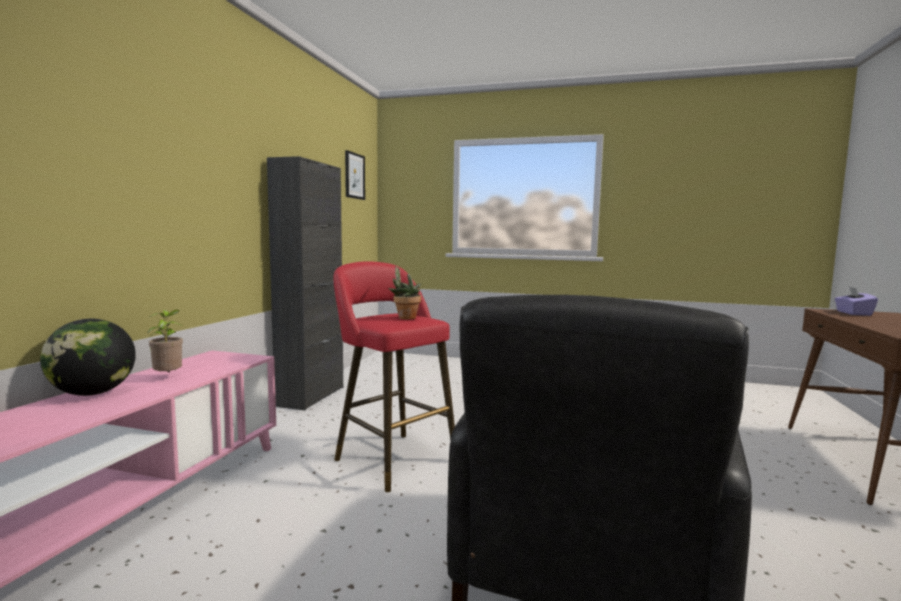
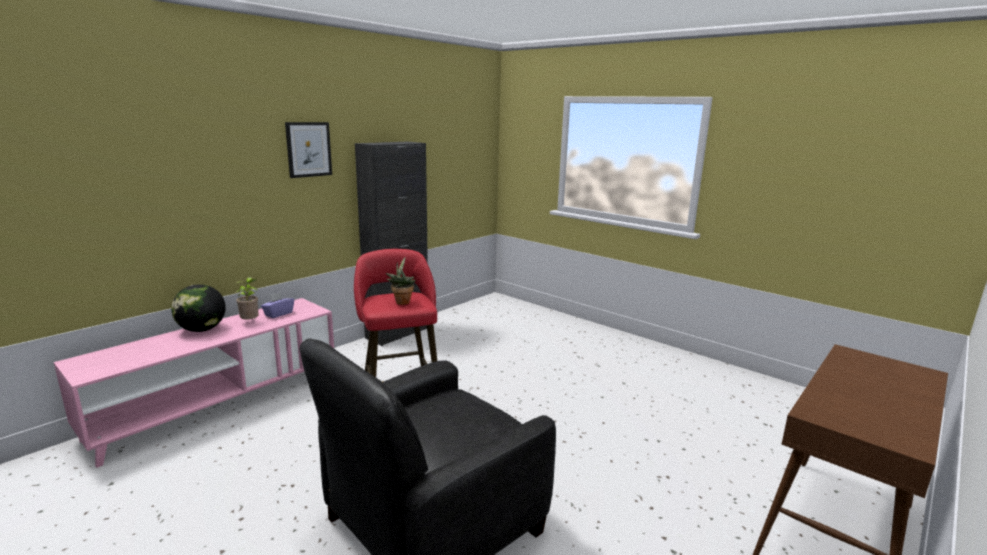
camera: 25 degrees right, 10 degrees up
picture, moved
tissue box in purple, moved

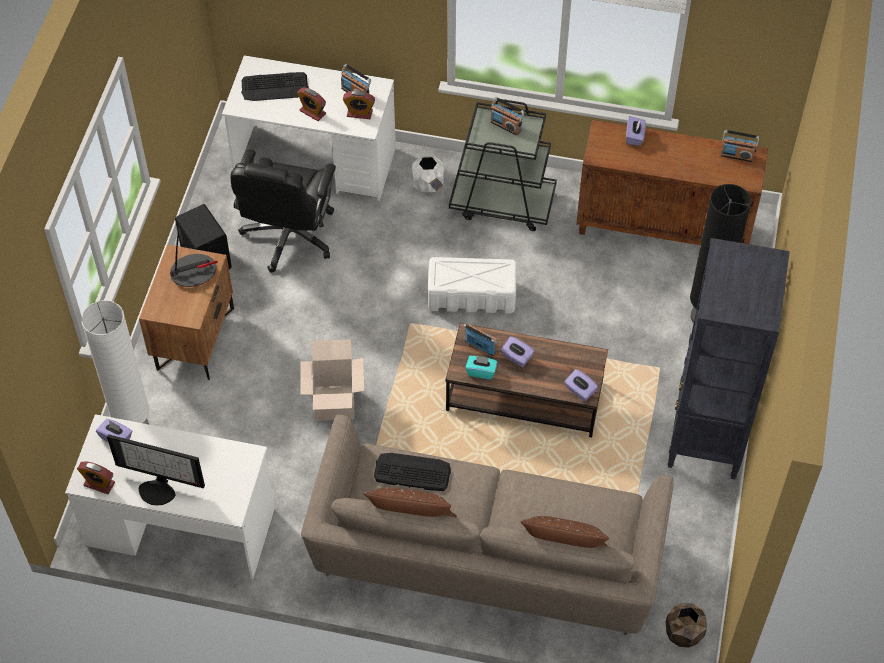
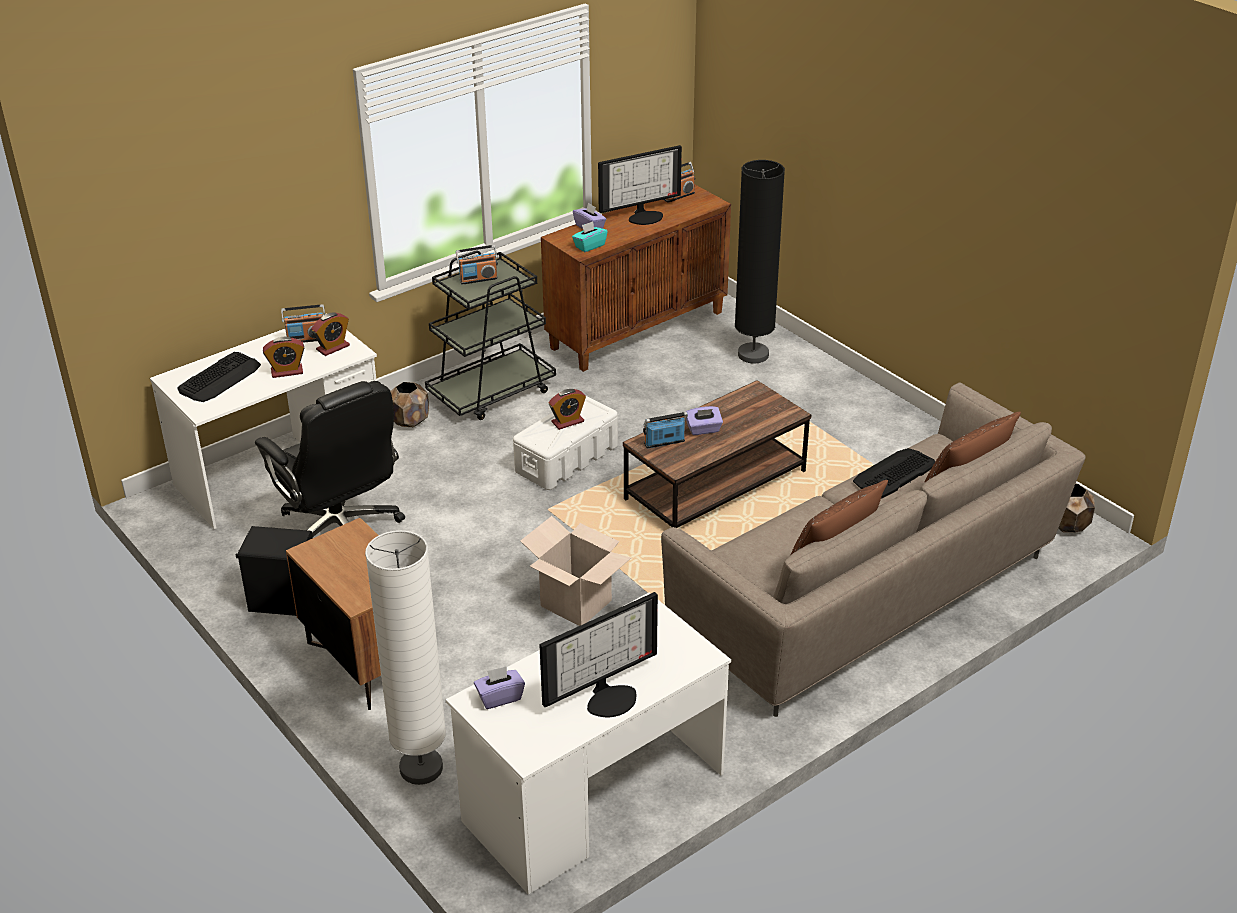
camera: 50 degrees left, 20 degrees down
alarm clock (1st from left in the first image) → alarm clock (3rd from left), moved
table lamp → -
keyboard (2nd from left), moved
planter in white → planter in brown (1st from left)
tissue box in turquoise, moved
tissue box in purple (3rd from left) → -
bookcase in black → -
- → monitor (2nd from left)

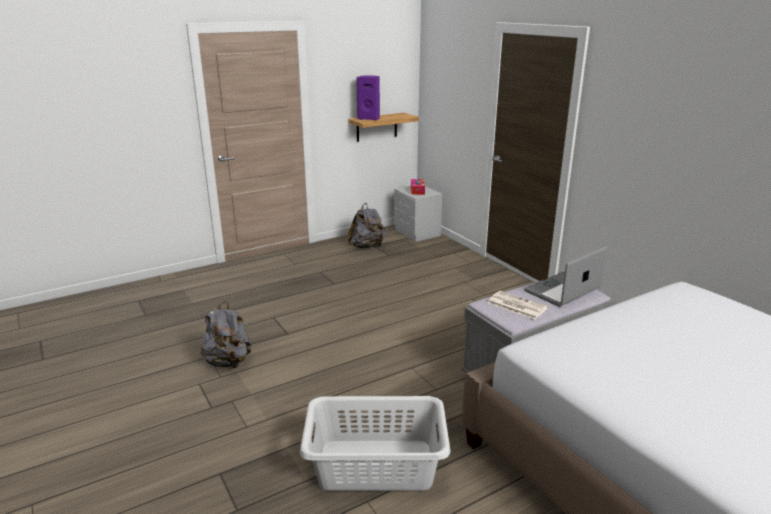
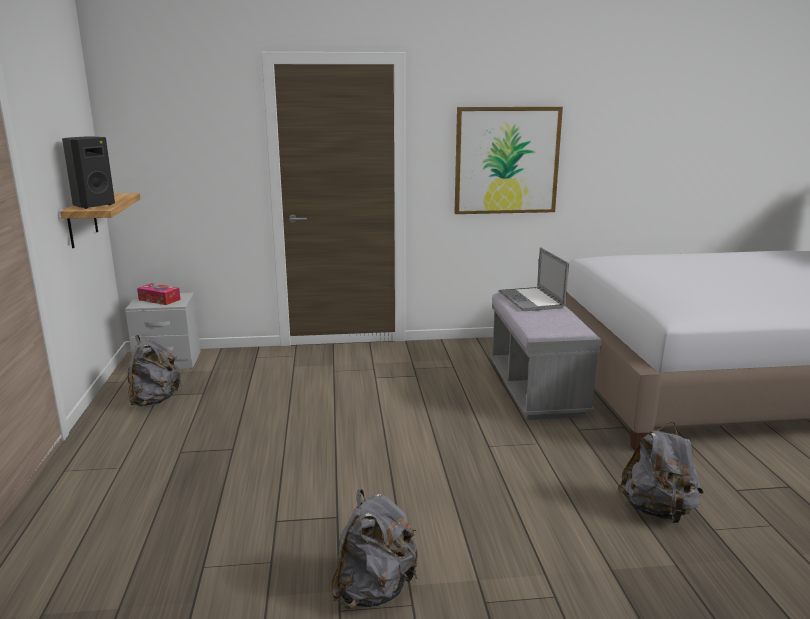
camera: 65 degrees left, 5 degrees down
laundry basket in grey → backpack in grey (3rd from left)
speaker in purple → speaker in black
newspaper → -
- → picture

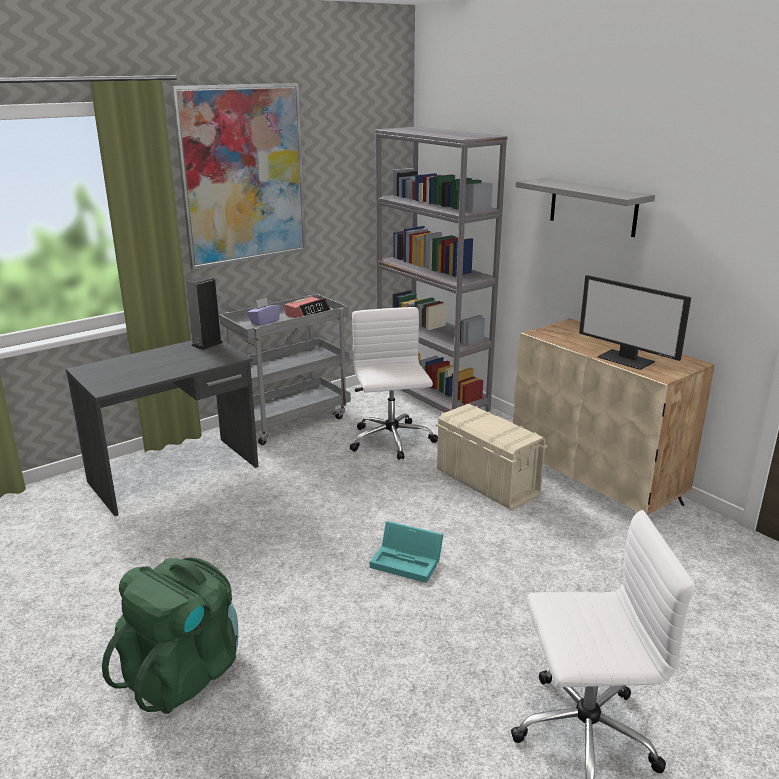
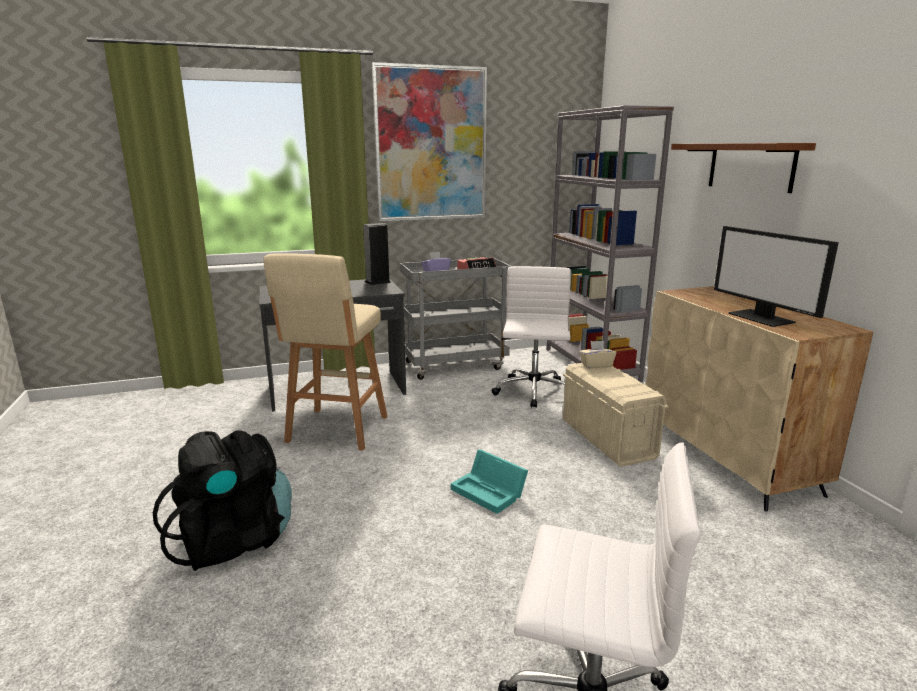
camera: 20 degrees right, 5 degrees down
backpack in green → backpack in black
shelf in grey → shelf in brown
- → stool in beige
- → tissue box in beige

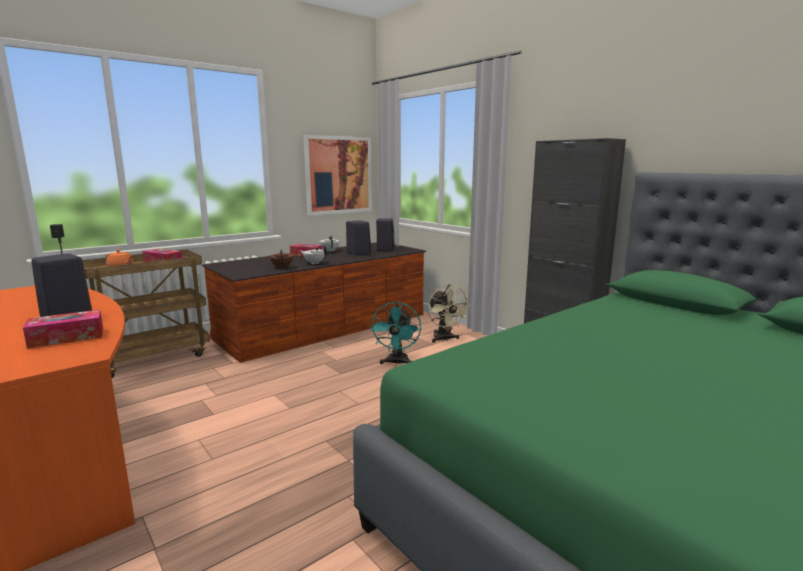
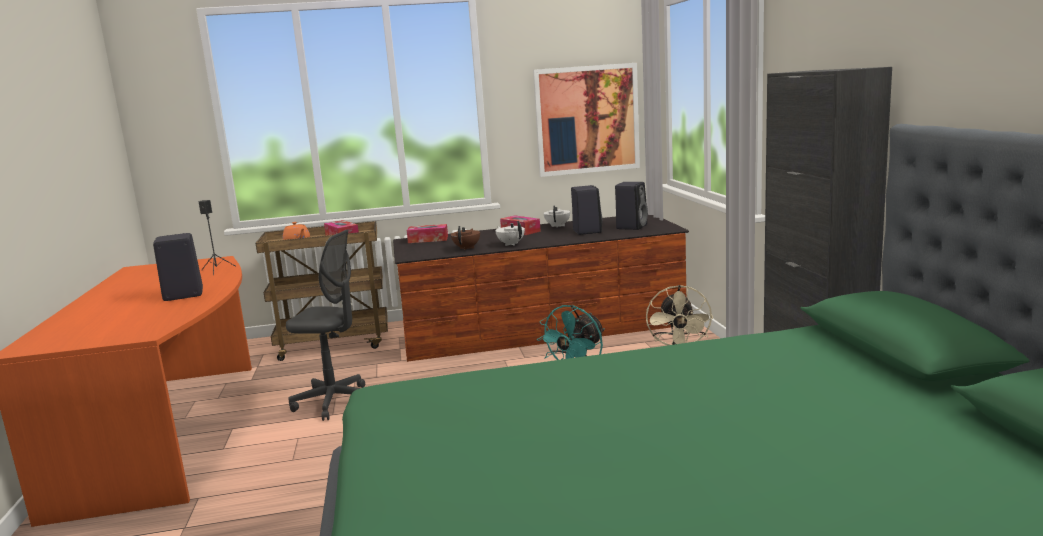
camera: 30 degrees right, 0 degrees up
tissue box (1st from left in the first image) → tissue box (2nd from left), moved
- → office chair in grey

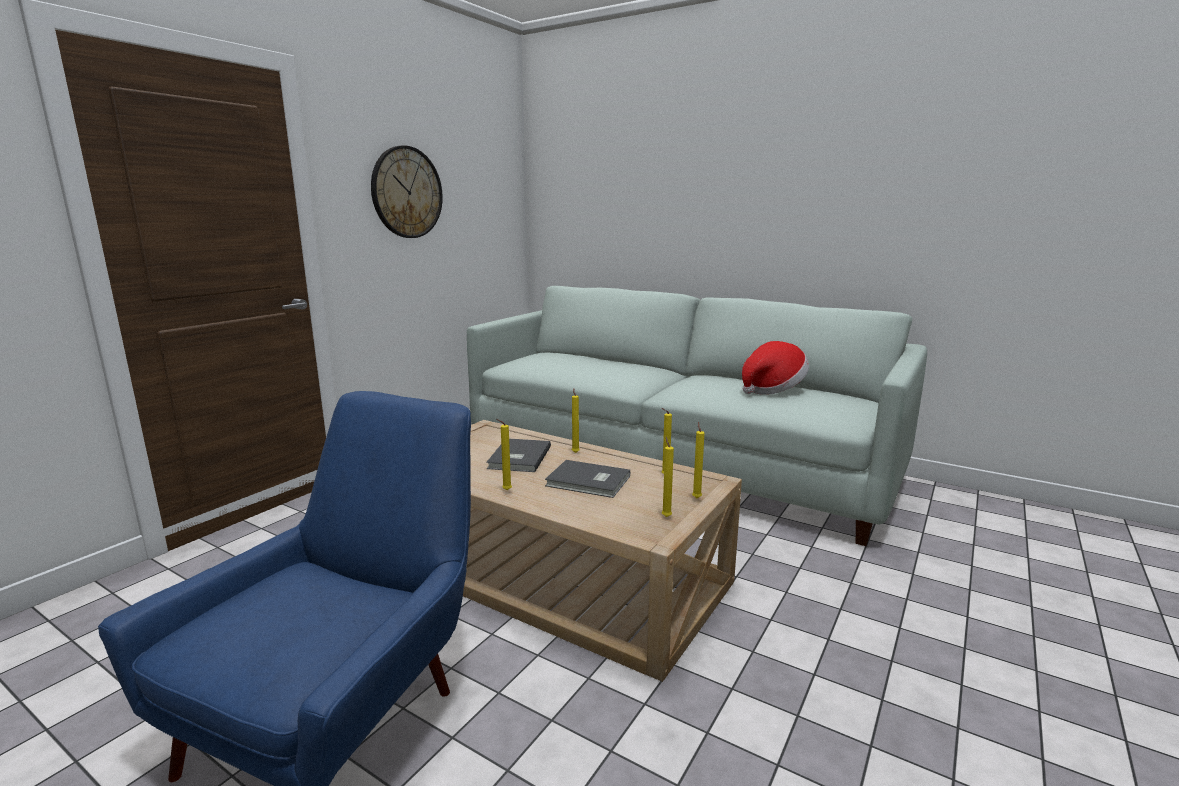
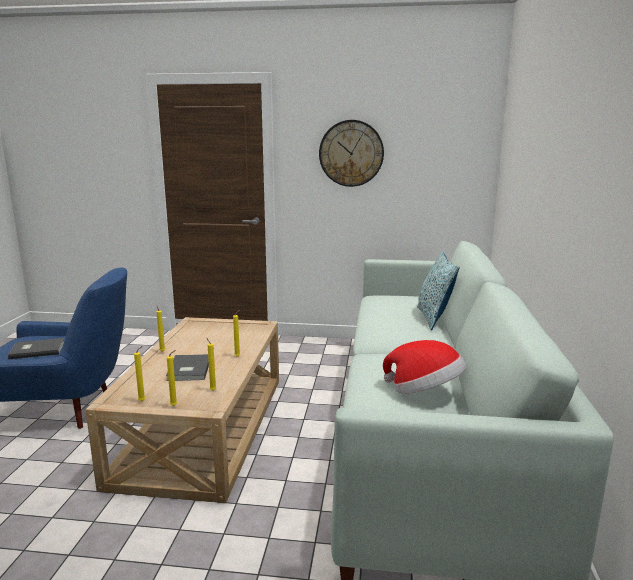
camera: 65 degrees right, 0 degrees up
book in grey (1st from left), moved
- → pillow

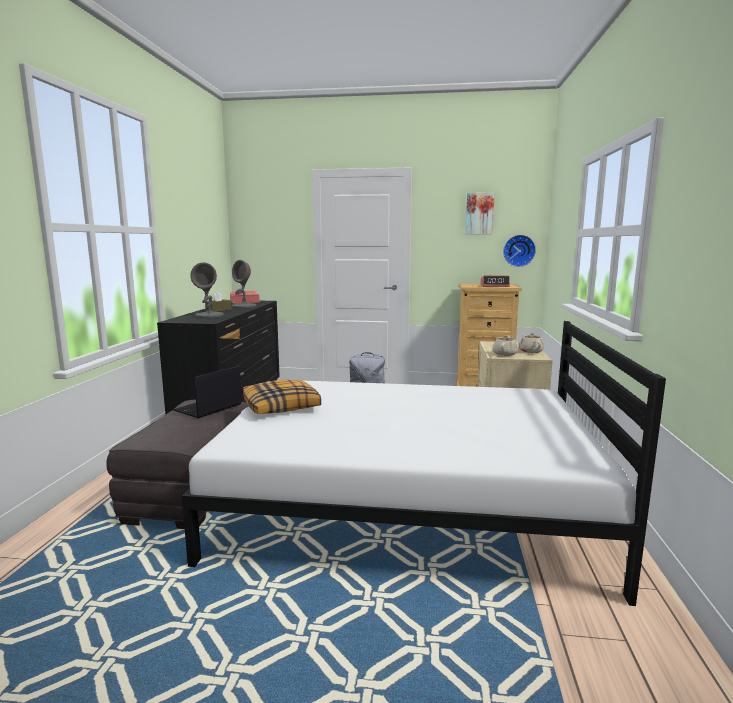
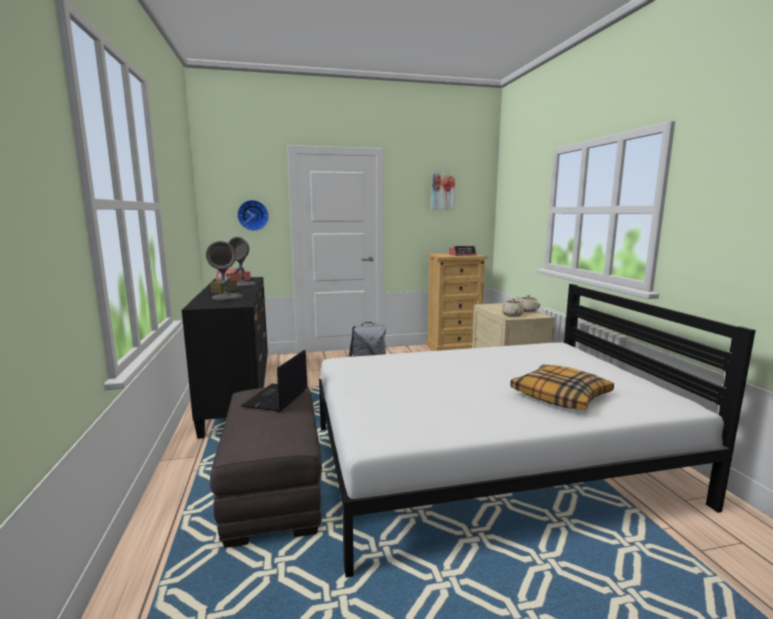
camera: 20 degrees left, 0 degrees up
pillow, moved
wall clock, moved

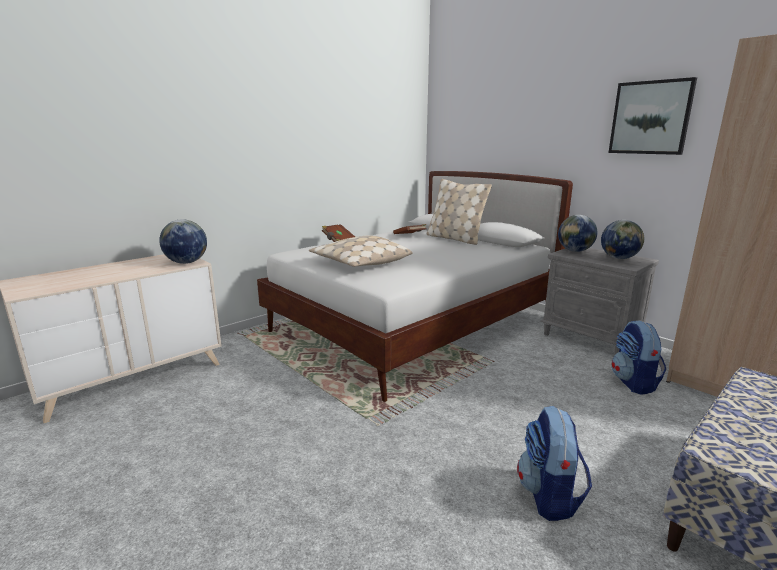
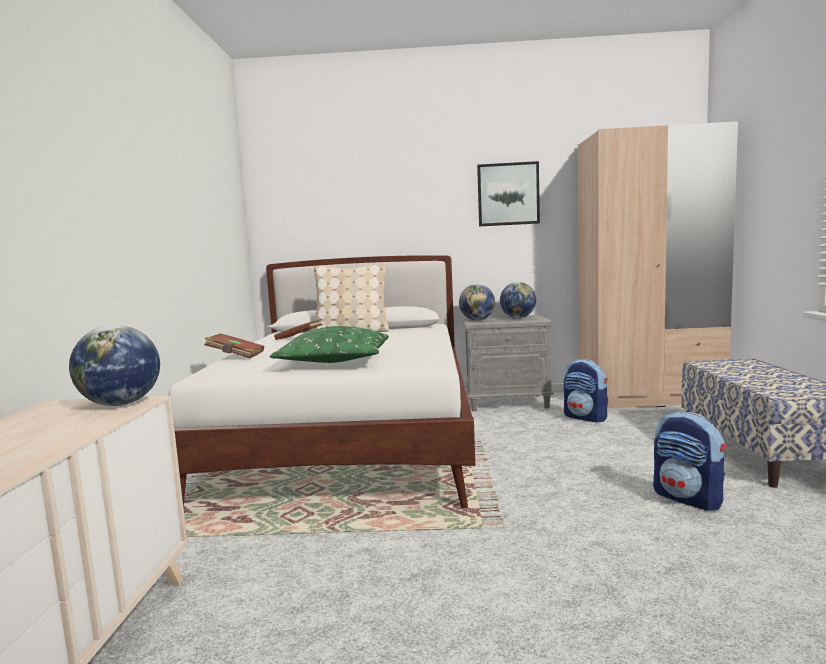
camera: 45 degrees left, 10 degrees down
pillow in beige (1st from left) → pillow in green

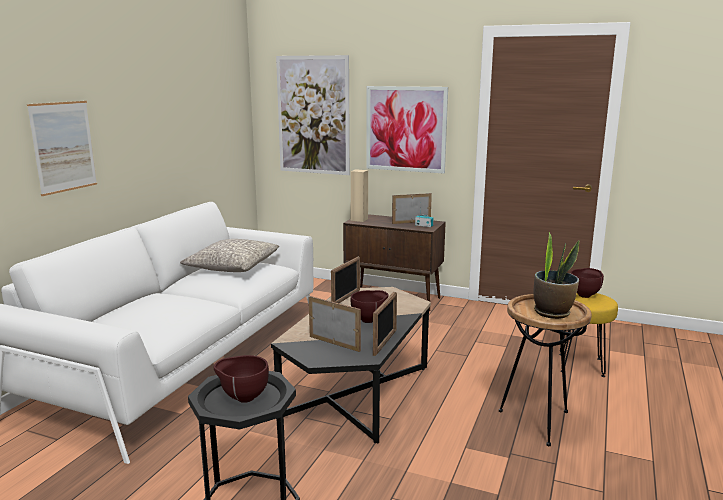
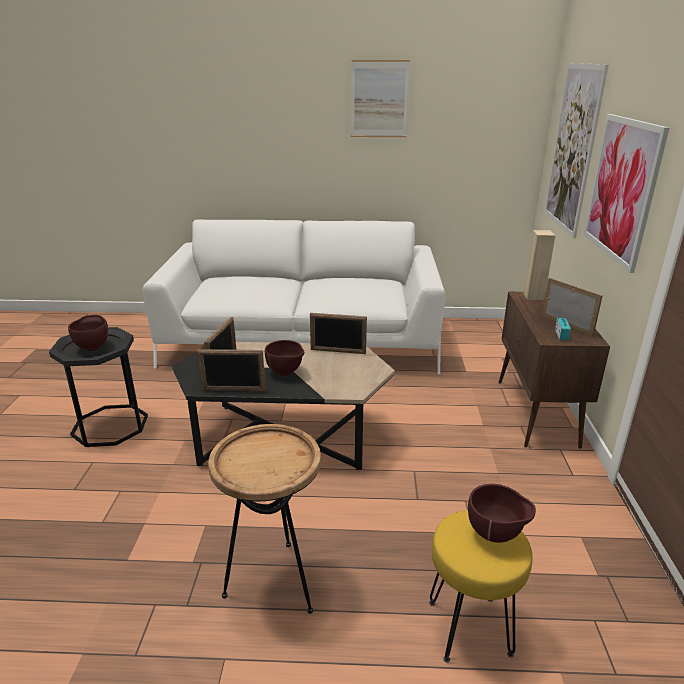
camera: 70 degrees right, 10 degrees up
picture (1st from left), moved
pillow in grey → -
potted plant → -

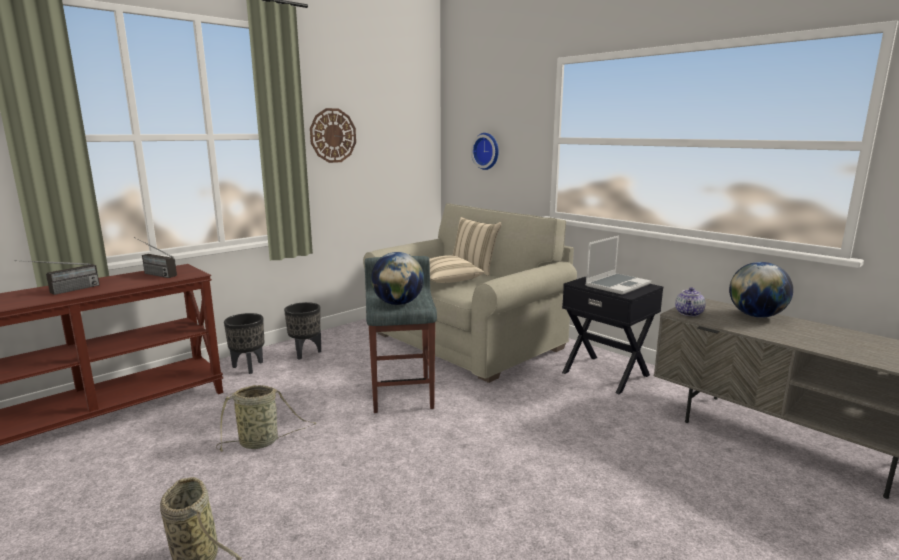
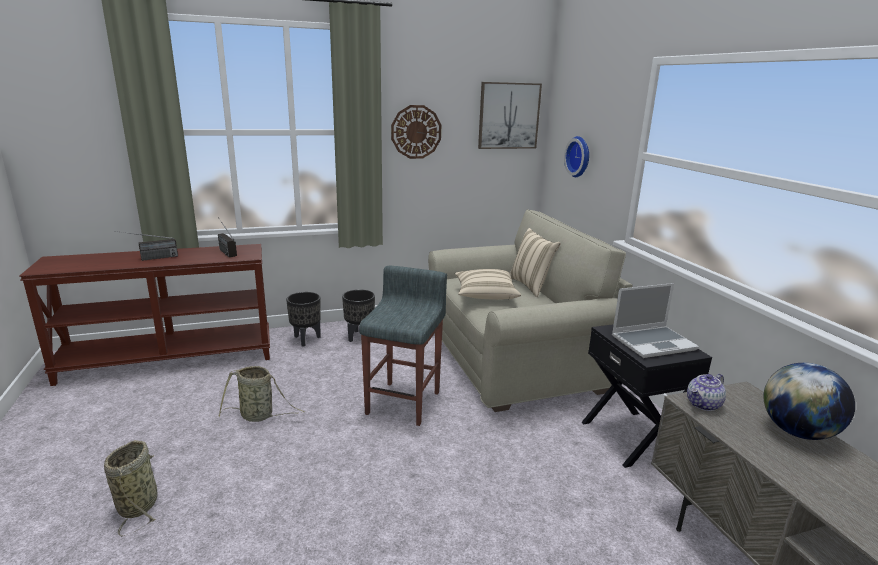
camera: 25 degrees right, 5 degrees up
globe (1st from left) → -
- → picture

